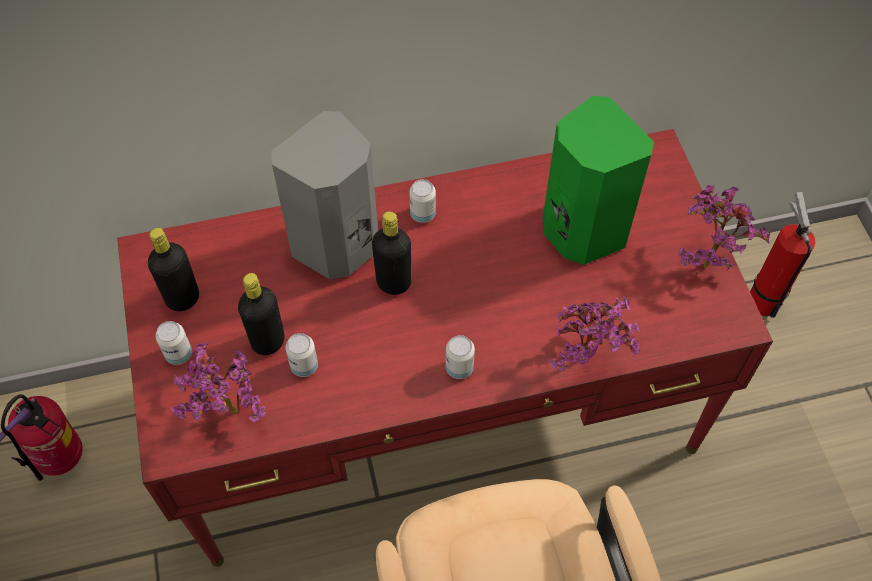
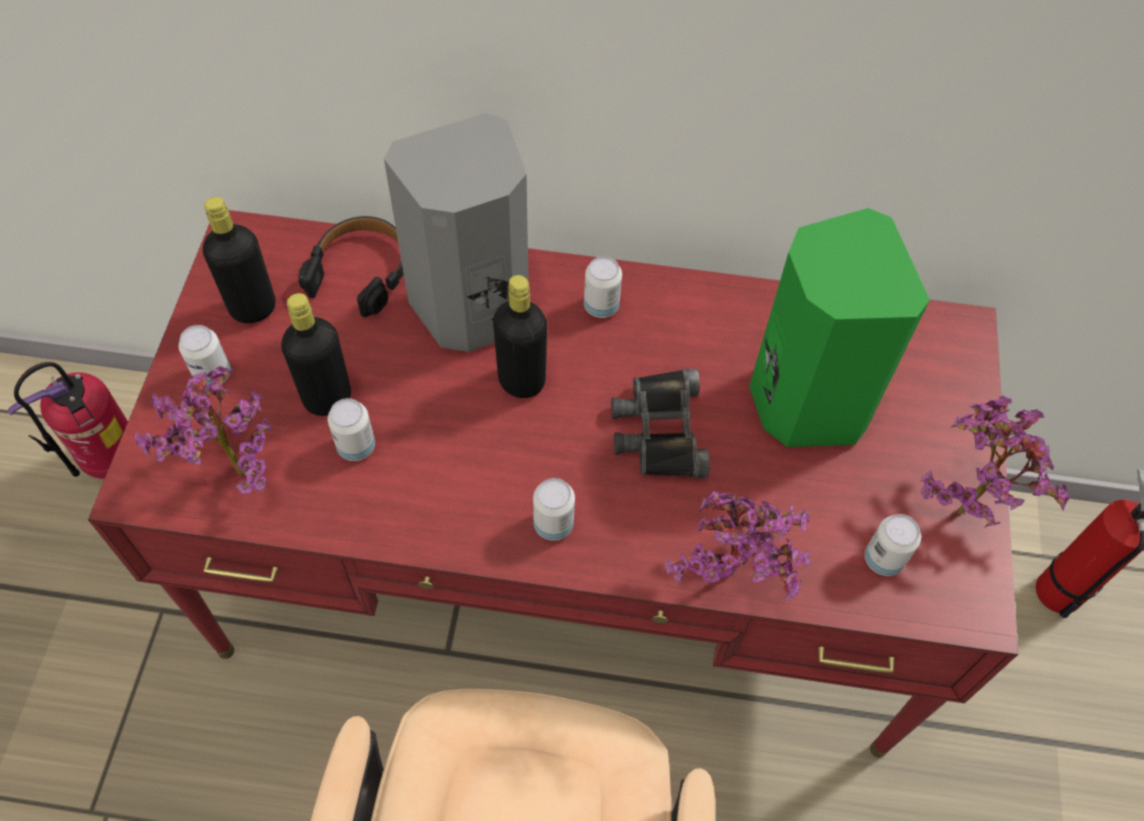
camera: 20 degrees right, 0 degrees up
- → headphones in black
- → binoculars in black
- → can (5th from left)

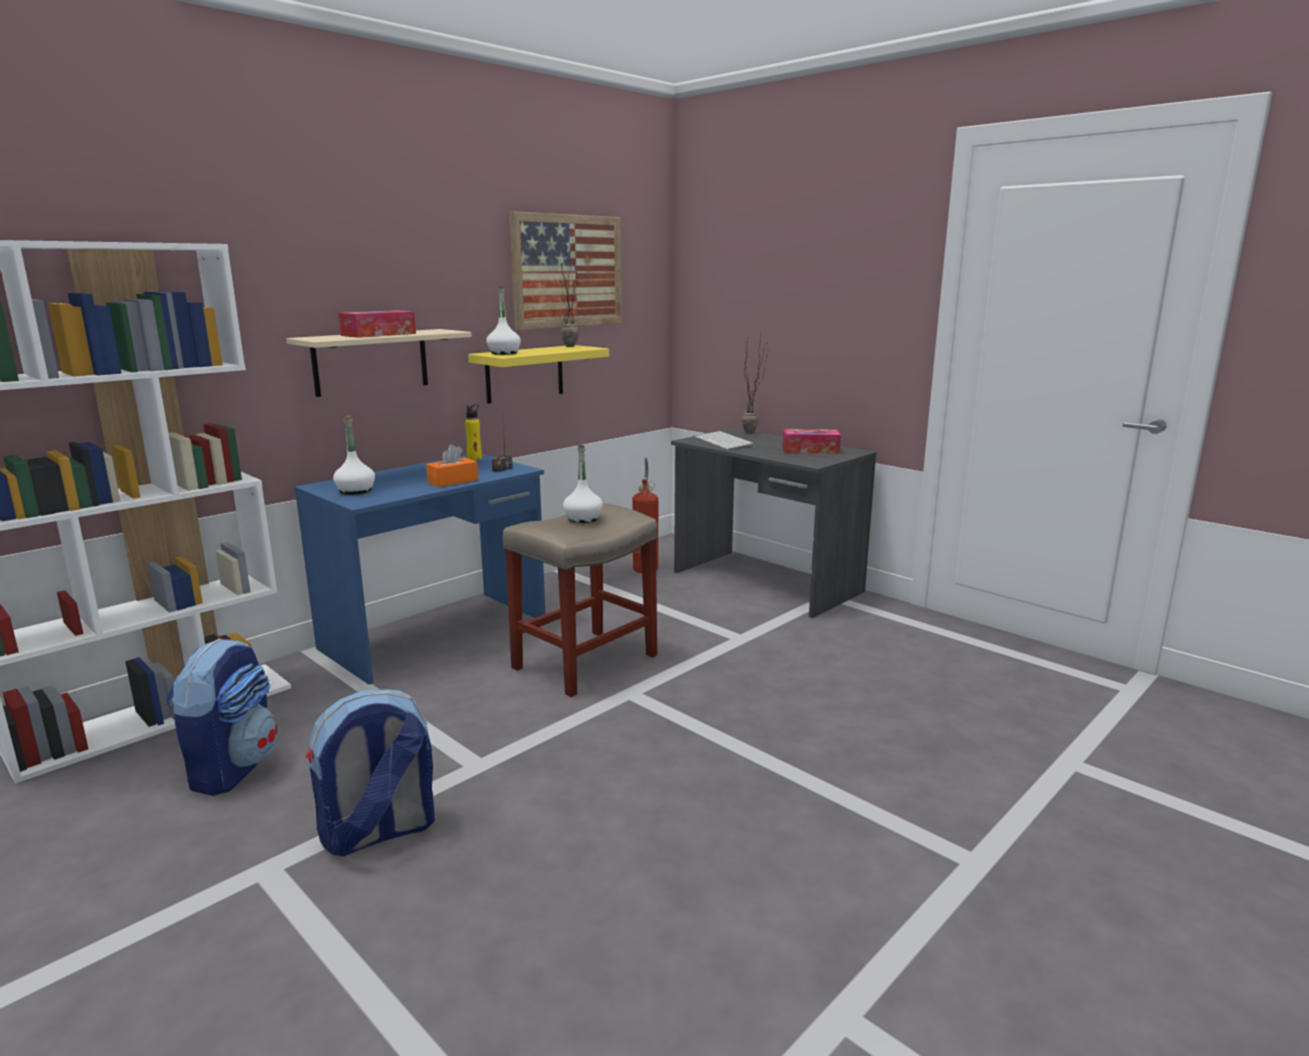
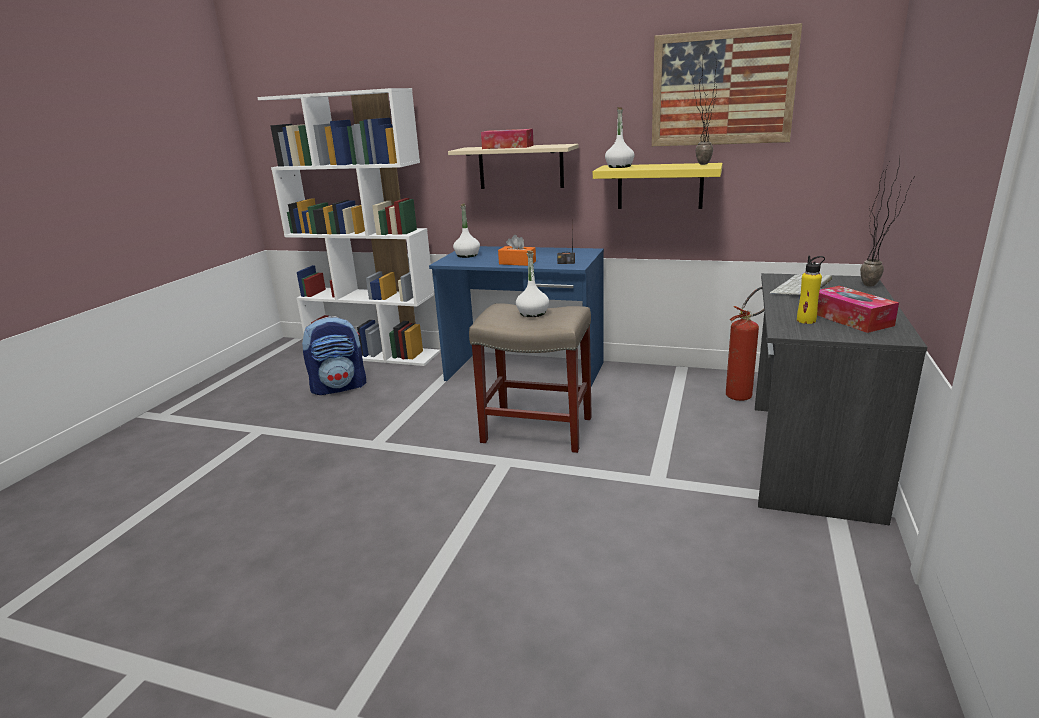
camera: 65 degrees right, 5 degrees up
backpack (2nd from left) → -
bottle in yellow, moved

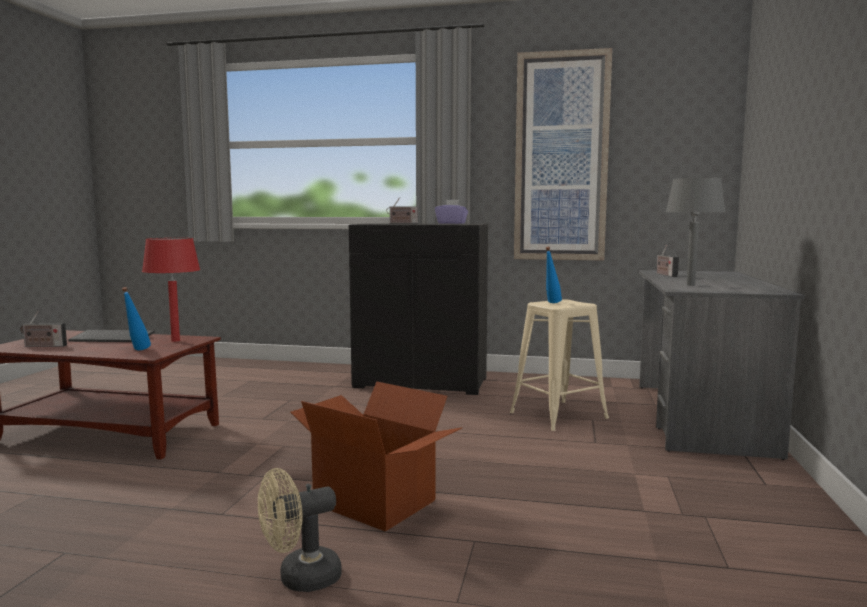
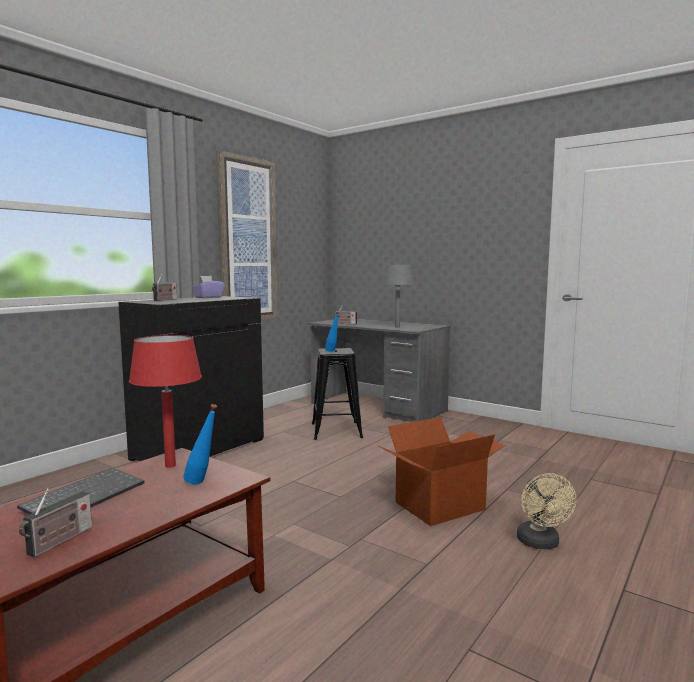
camera: 65 degrees left, 0 degrees up
stool in beige → stool in black

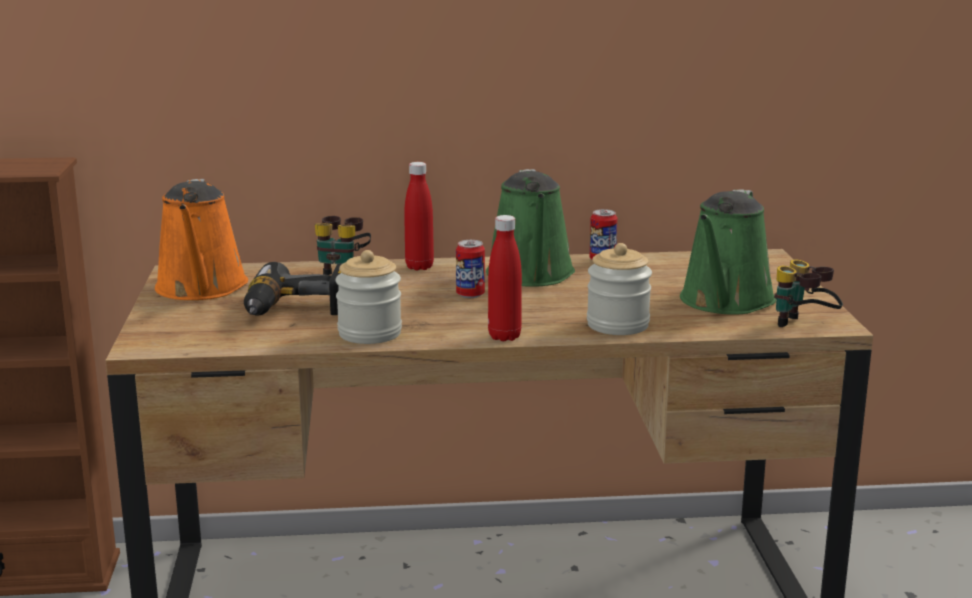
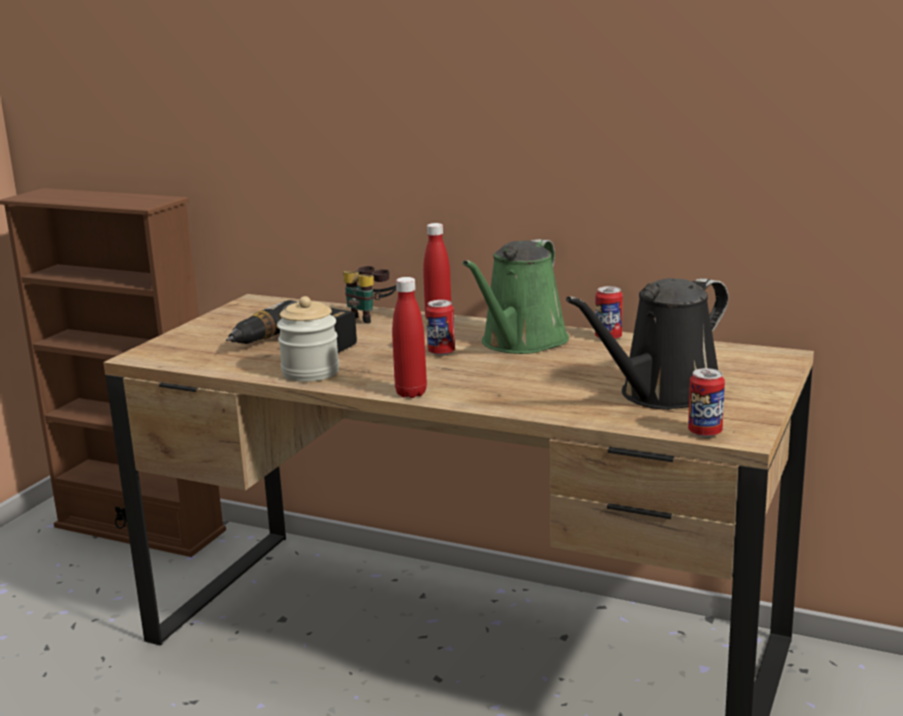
camera: 30 degrees right, 0 degrees up
watering can in orange → -
jar (2nd from left) → -
watering can in green (2nd from left) → watering can in black
binoculars (2nd from left) → can (3rd from left)

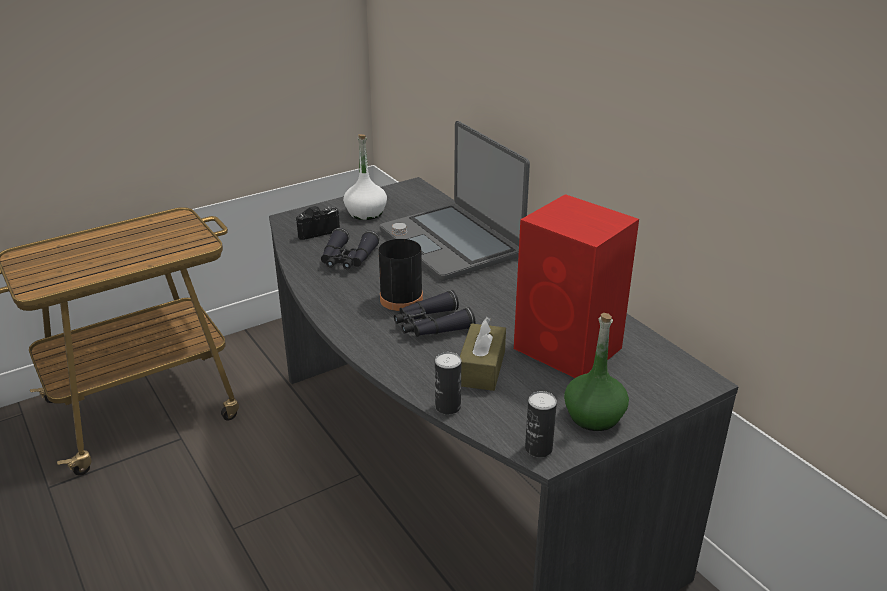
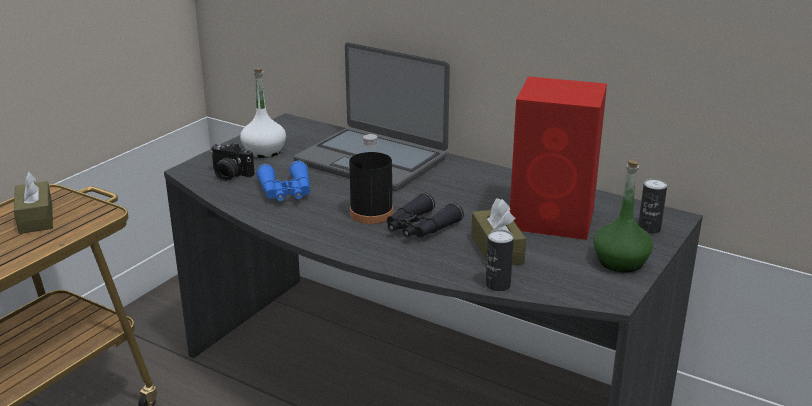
camera: 25 degrees left, 5 degrees down
photo camera, 105 degrees counterclockwise
binoculars in black (1st from left) → binoculars in blue
can (2nd from left), moved
- → tissue box in brown (1st from left)

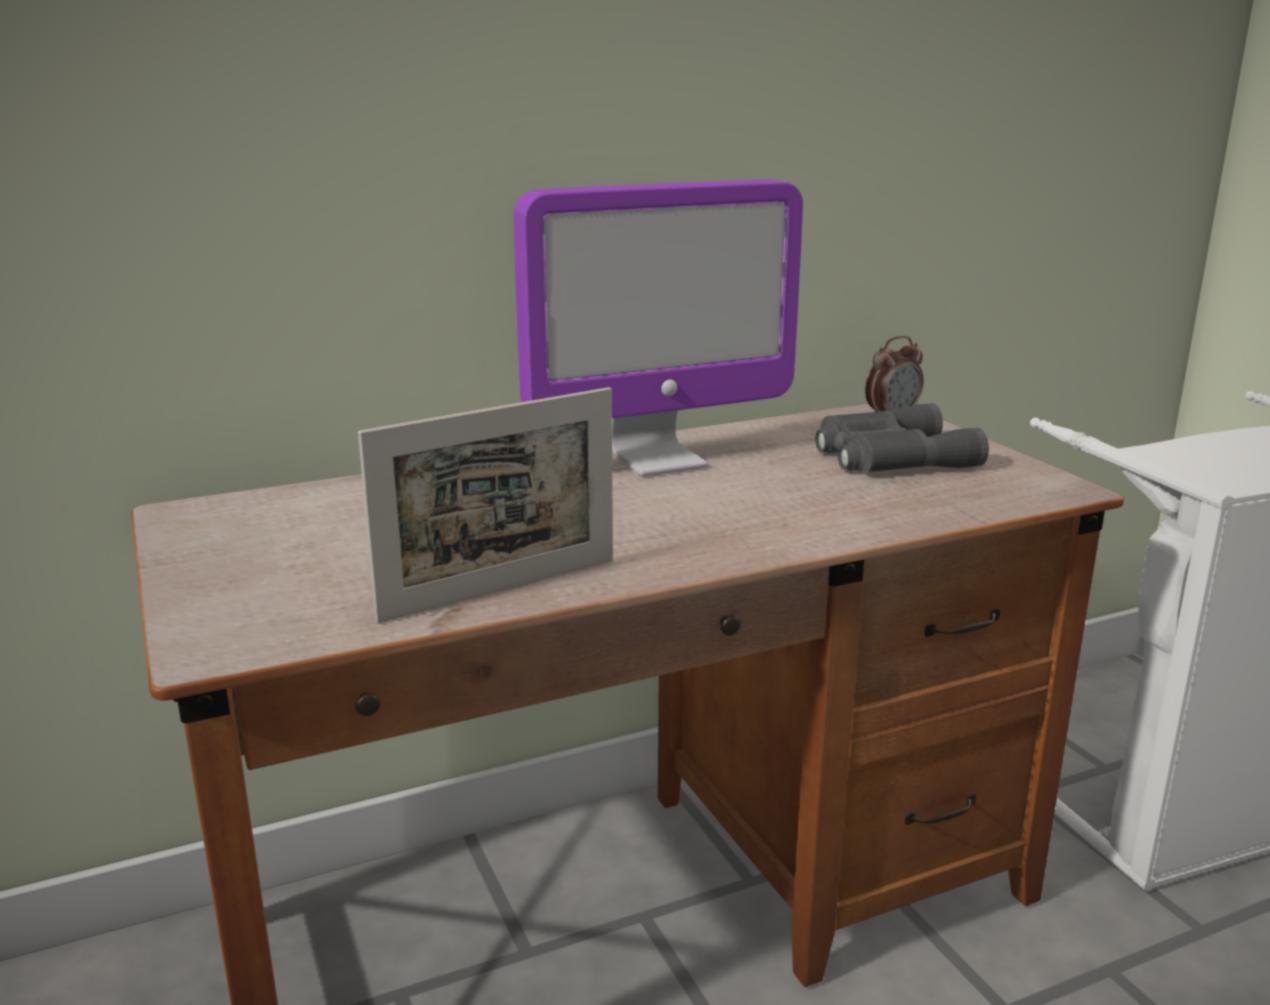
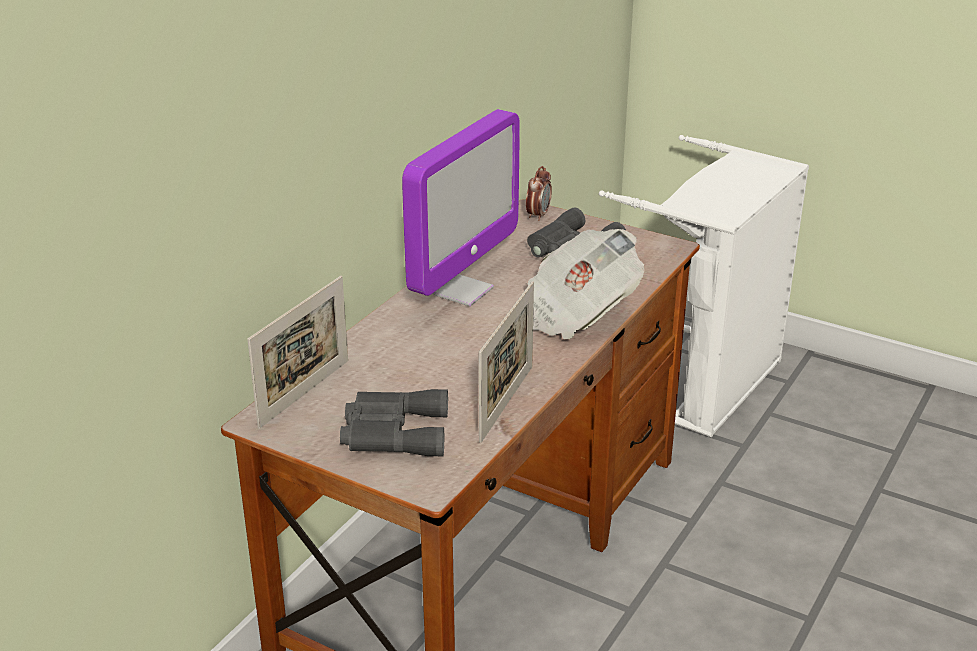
camera: 35 degrees left, 10 degrees up
- → picture frame (1st from left)
- → binoculars in grey (1st from left)
- → newspaper

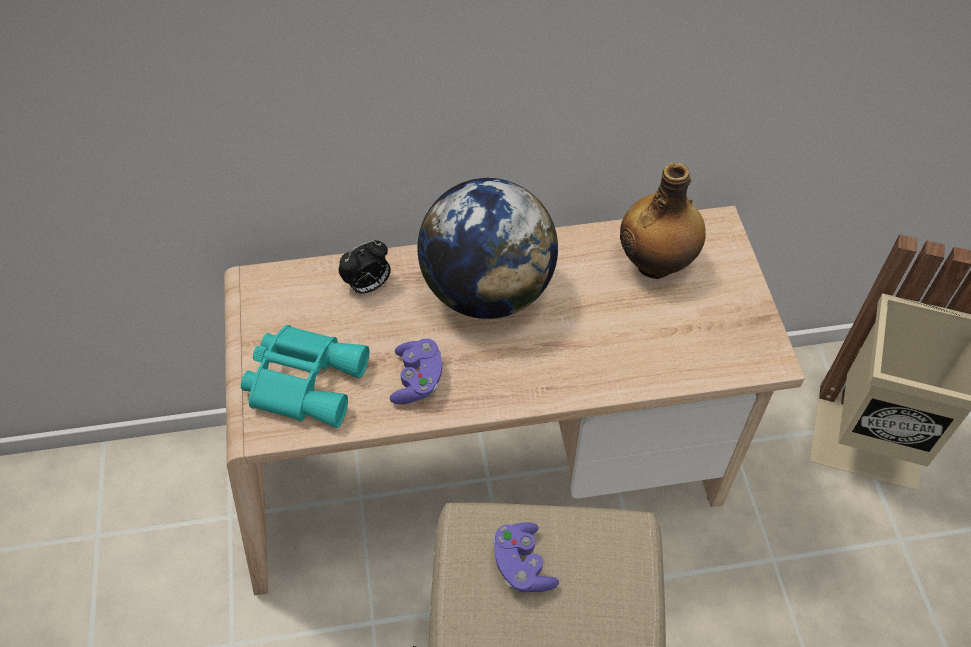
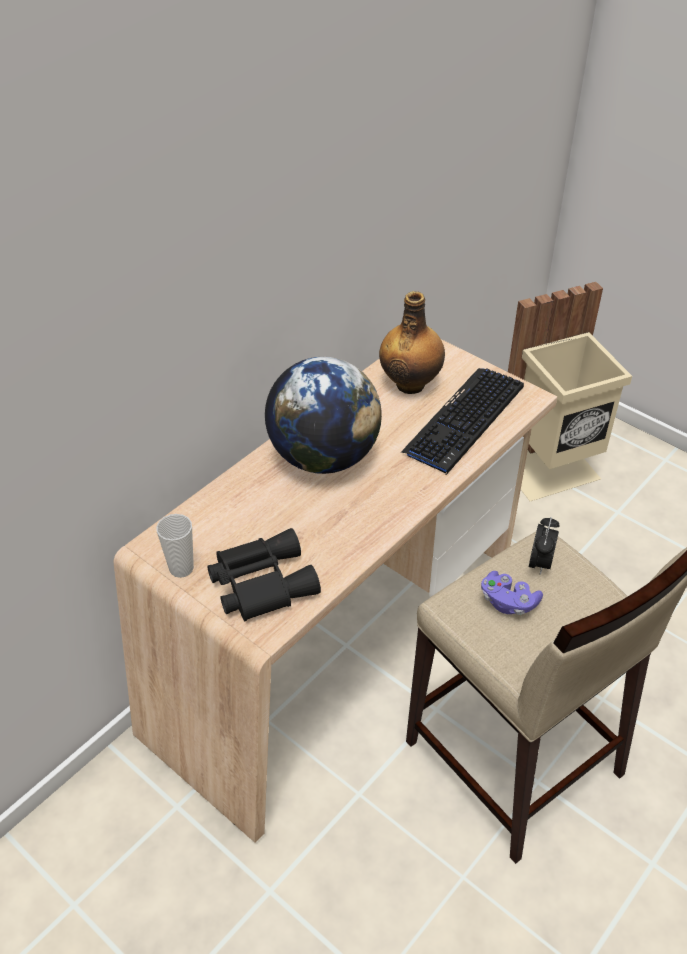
camera: 40 degrees left, 10 degrees down
binoculars in turquoise → binoculars in black
alarm clock, moved
game controller in purple (1st from left) → -
- → cup
- → keyboard

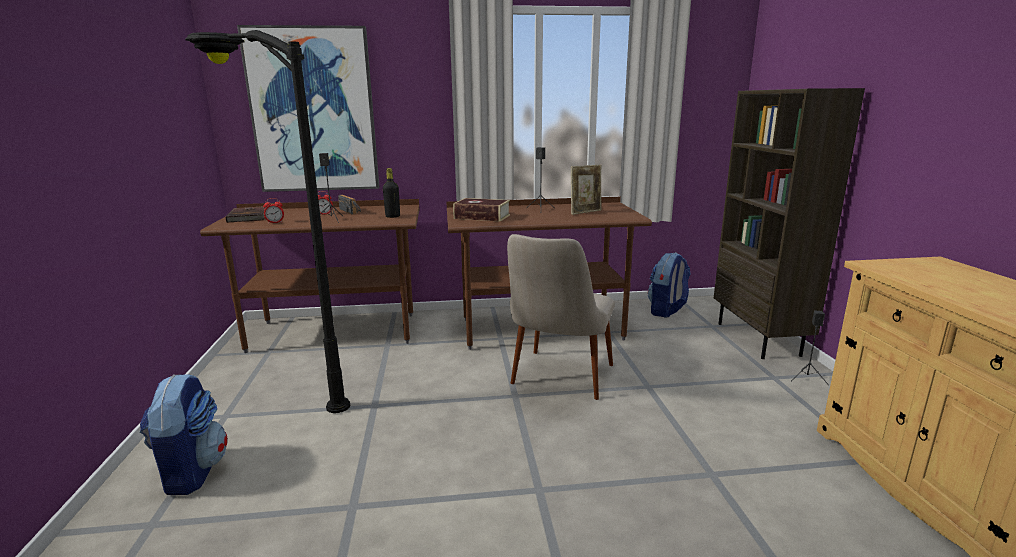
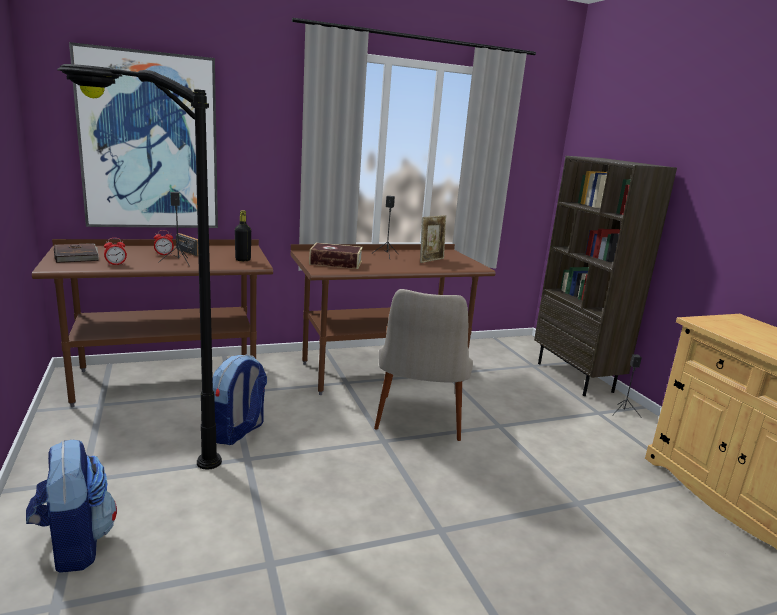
camera: 15 degrees left, 0 degrees up
backpack (2nd from left), moved

